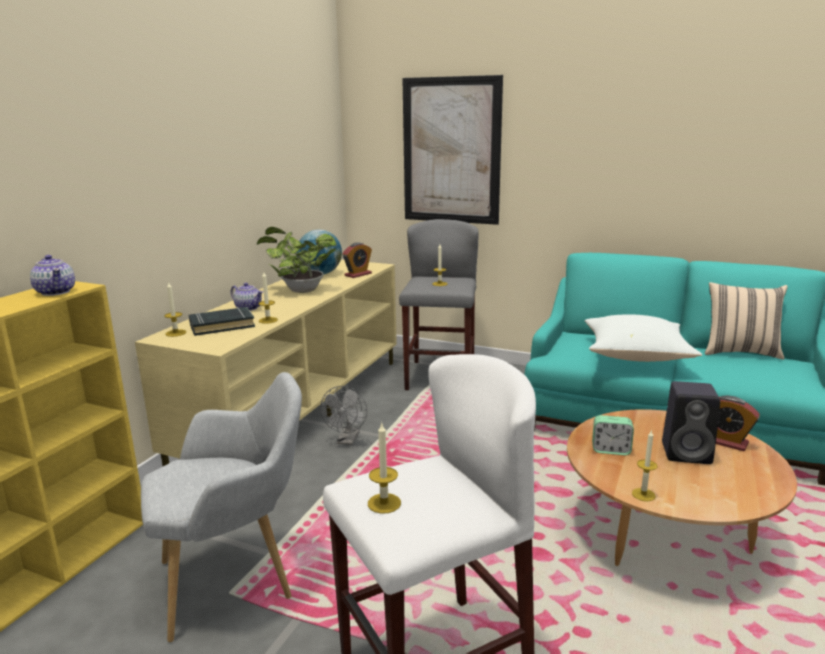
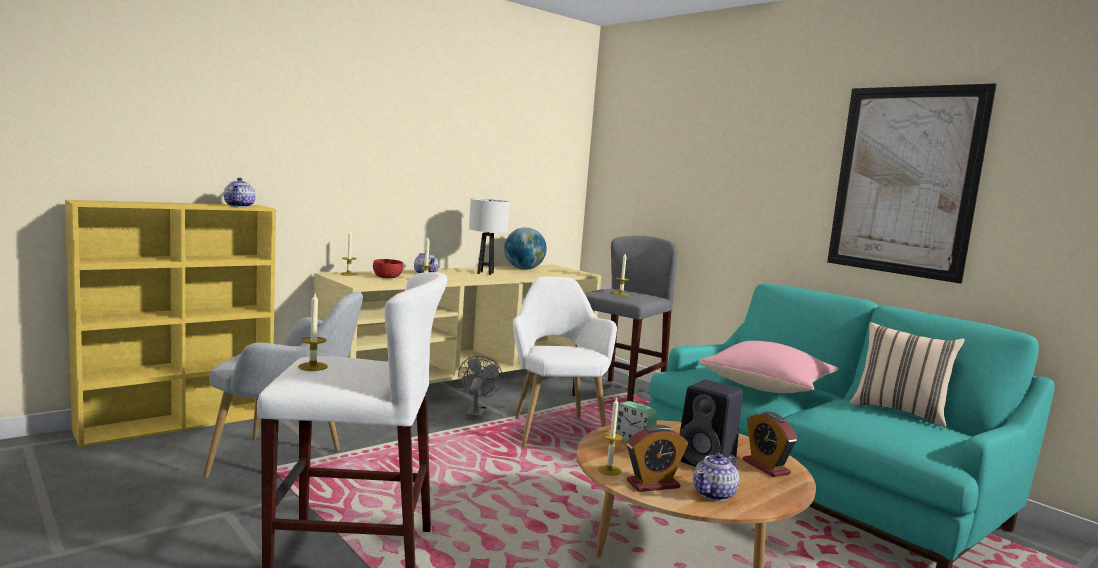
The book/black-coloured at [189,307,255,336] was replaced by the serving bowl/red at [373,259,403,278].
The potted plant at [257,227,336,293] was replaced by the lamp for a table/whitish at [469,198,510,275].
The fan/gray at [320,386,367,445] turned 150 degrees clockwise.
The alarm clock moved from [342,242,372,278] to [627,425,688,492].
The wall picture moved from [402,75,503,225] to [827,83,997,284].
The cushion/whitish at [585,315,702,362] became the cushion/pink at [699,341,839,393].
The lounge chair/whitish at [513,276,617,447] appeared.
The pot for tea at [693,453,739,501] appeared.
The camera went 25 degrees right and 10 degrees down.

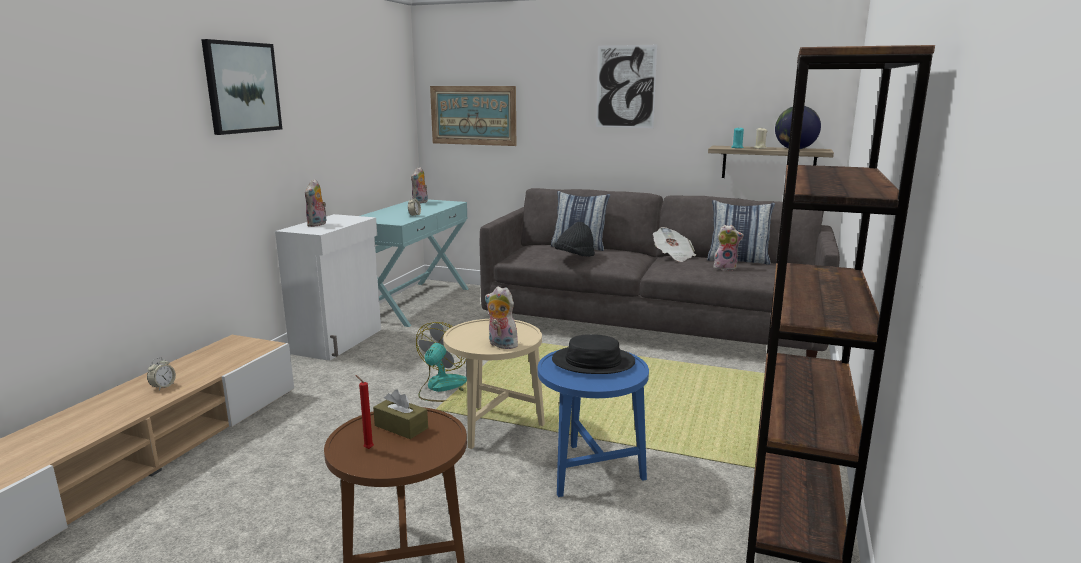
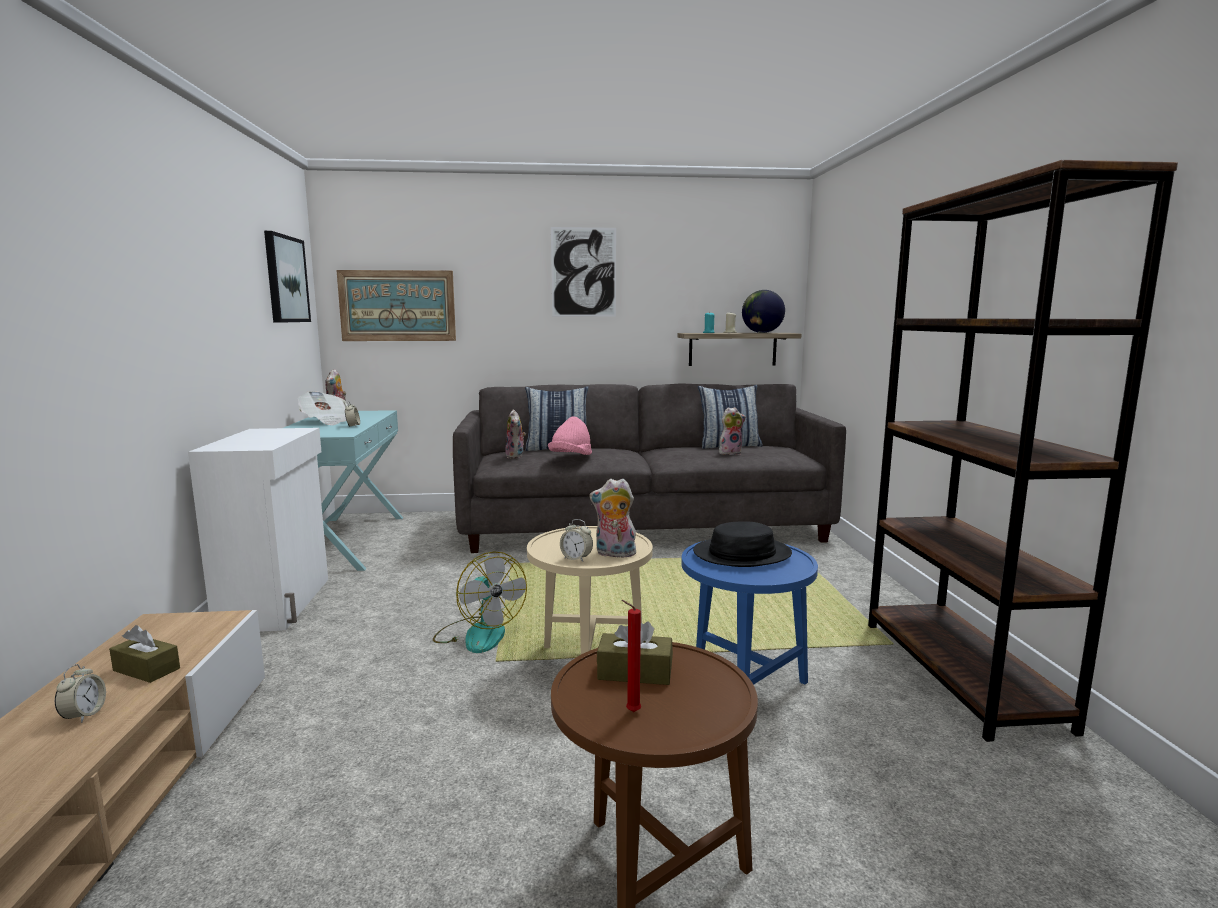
The wall picture moved from [201,39,282,135] to [264,231,311,323].
The cuddly toy moved from [305,179,326,227] to [505,410,526,459].
The fan at [416,322,467,402] turned 150 degrees clockwise.
The hat/black-coloured at [554,222,595,257] became the hat/pink at [548,416,592,455].
The newspaper moved from [653,227,696,262] to [298,391,348,425].
The tissue holder/brownish at [109,625,180,683] appeared.
The alarm clock at [560,519,593,562] appeared.
The camera went 25 degrees left and 5 degrees down.

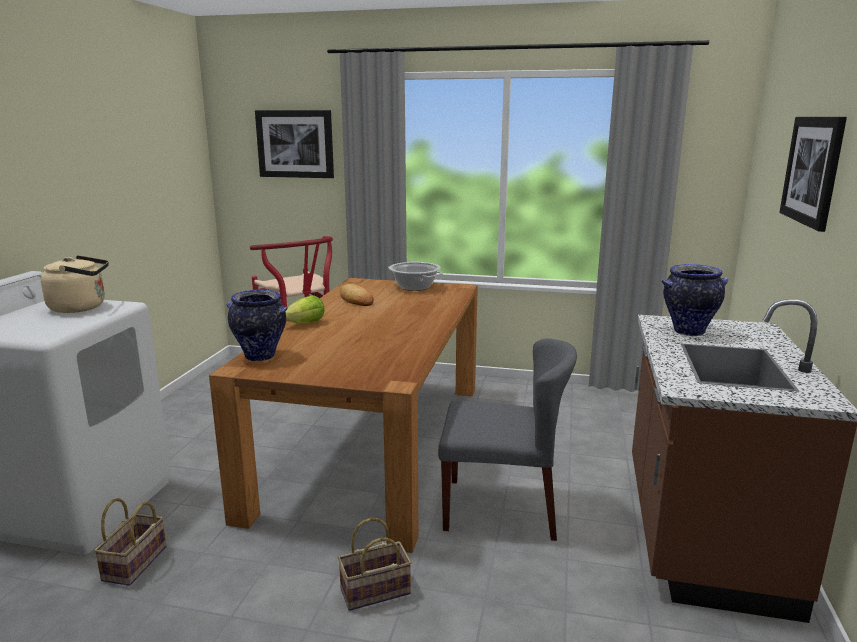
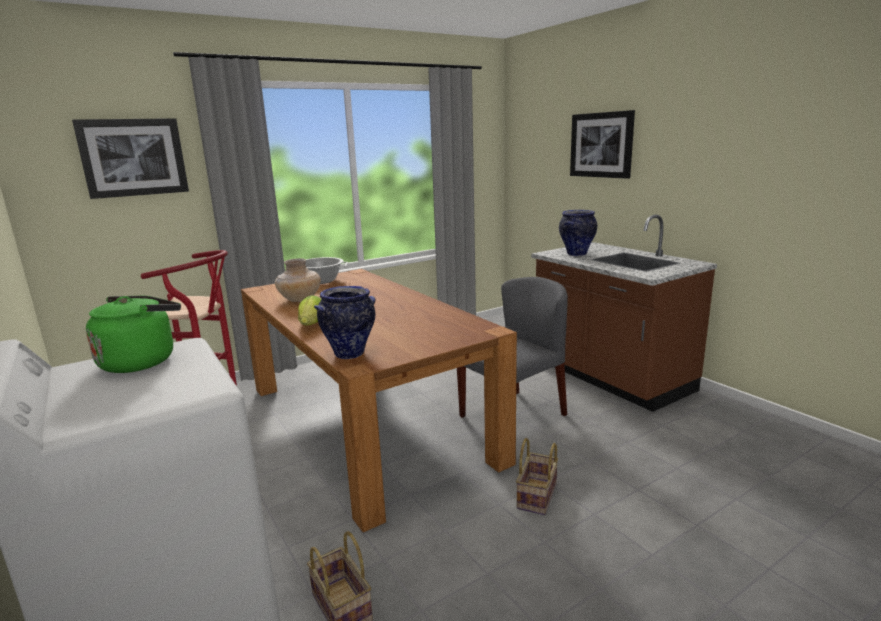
The kettle/beige-coloured at [41,255,109,313] became the kettle/green-coloured at [86,296,181,373].
The bread at [340,284,374,306] was replaced by the flower vase/beige-coloured at [275,258,321,302].
The camera went 45 degrees left and 0 degrees up.

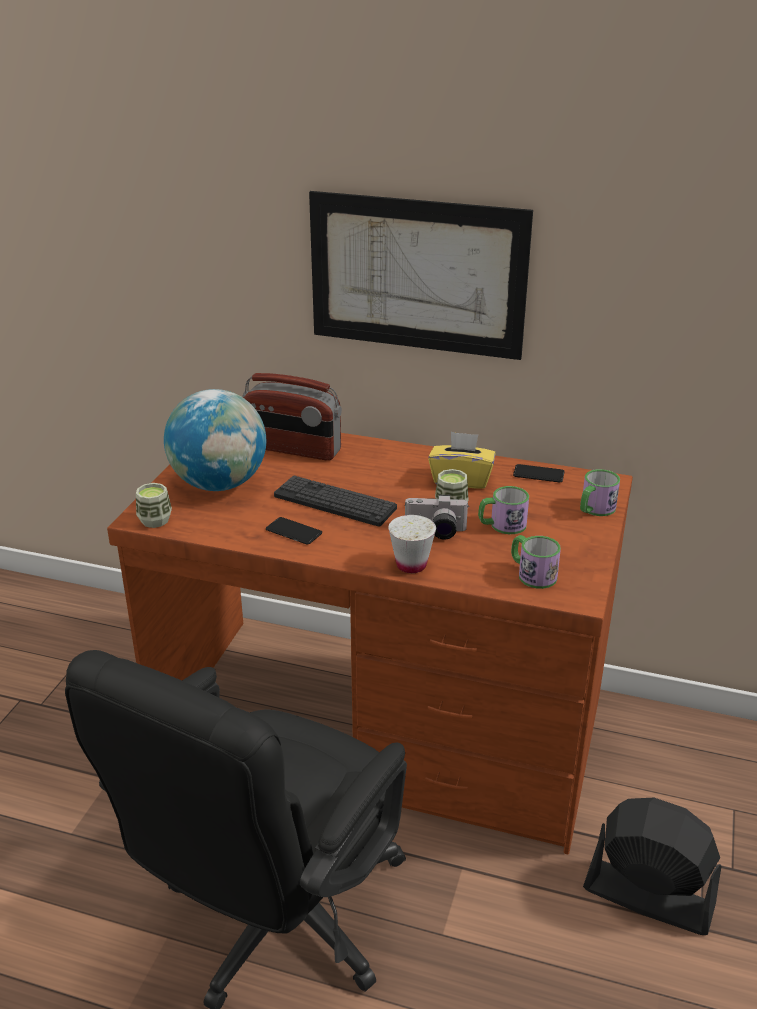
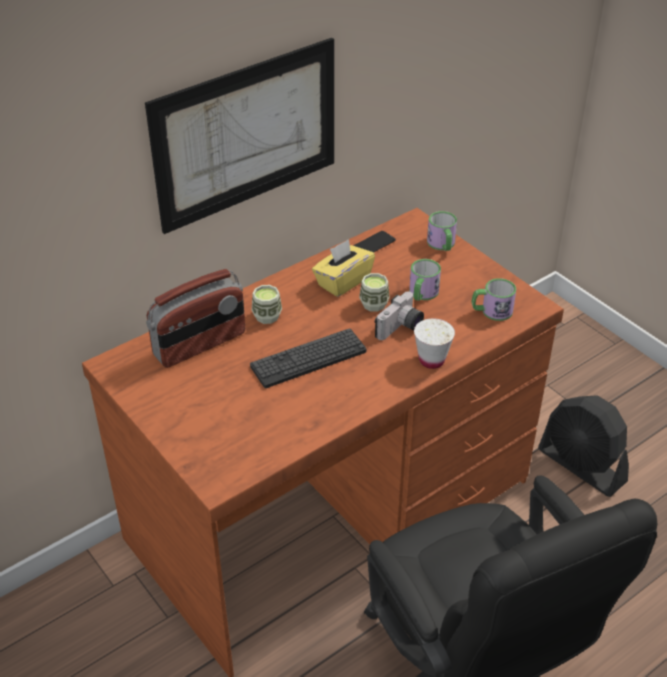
The small cup moved from [136,483,172,528] to [252,285,282,324].
The desk globe at [164,389,266,491] disappeared.
The handset at [266,517,322,545] disappeared.
The fan/black-coloured at [583,798,722,935] turned 105 degrees counterclockwise.
The camera went 55 degrees left and 10 degrees up.

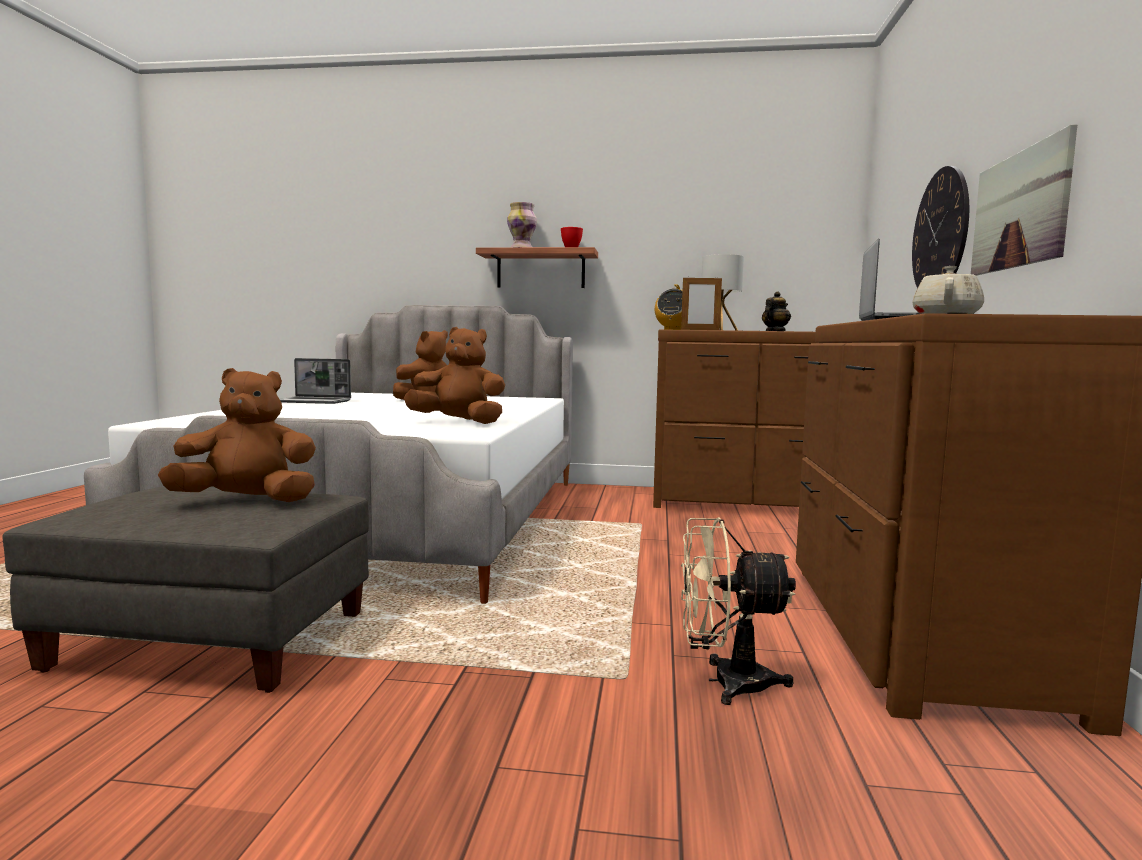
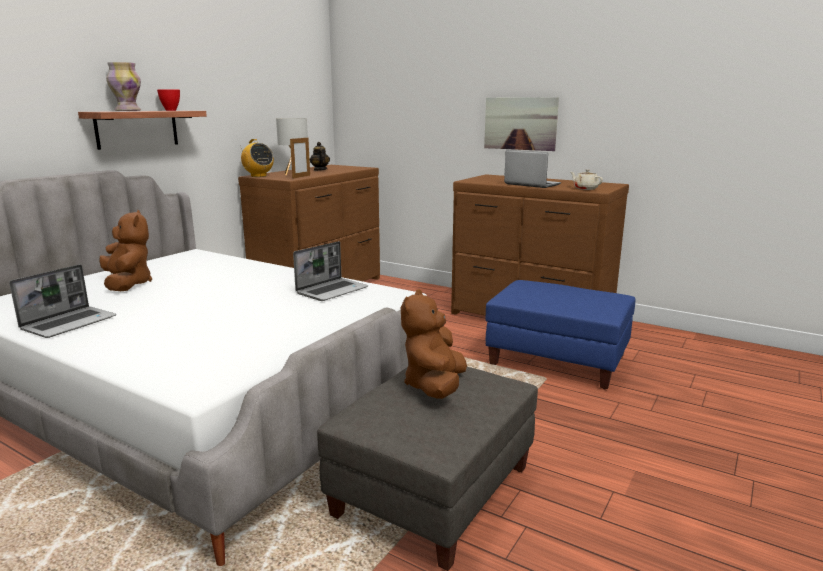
The cuddly toy/brownish at [404,327,505,424] was replaced by the portable computer at [293,241,368,301].
The fan/beige-coloured at [681,517,796,705] was replaced by the footrest/bluish at [485,280,636,389].
The clock on the wall at [912,166,969,288] disappeared.
The camera went 65 degrees left and 10 degrees up.

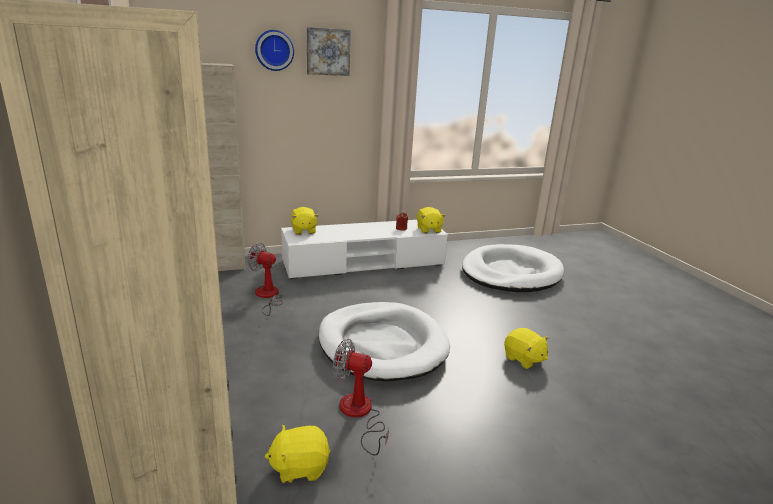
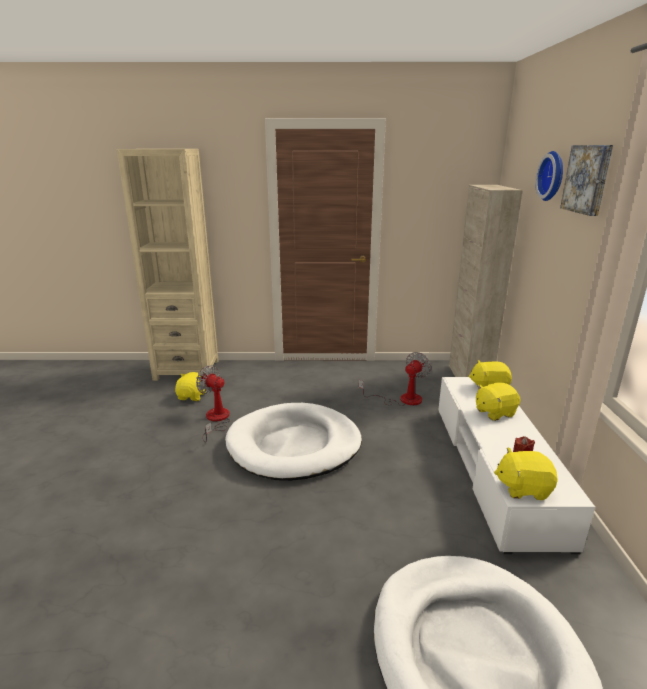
The fan at [333,339,389,456] turned 90 degrees counterclockwise.
The cuddly toy/yellow-coloured moved from [504,328,548,369] to [476,382,521,421].
The camera went 110 degrees right and 0 degrees up.

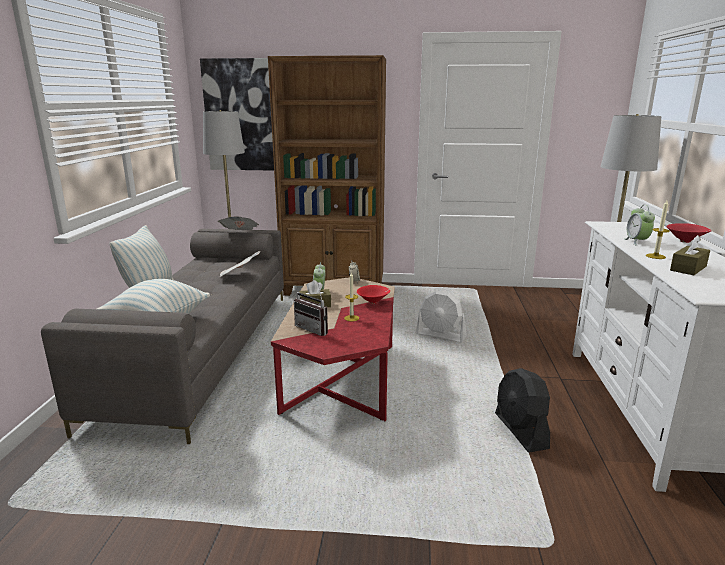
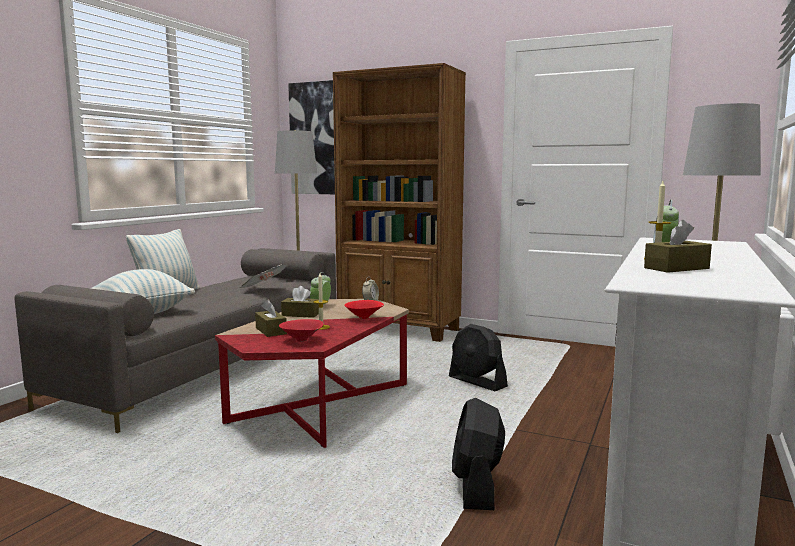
The newspaper at [217,216,259,230] disappeared.
The radio receiver at [294,282,328,336] was replaced by the tissue holder/brownish at [255,299,287,337].
The fan/whitish at [416,291,467,343] became the fan/black-coloured at [449,324,508,391].
The serving bowl/red moved from [666,223,711,243] to [279,319,324,342].
The camera went 20 degrees right and 10 degrees down.

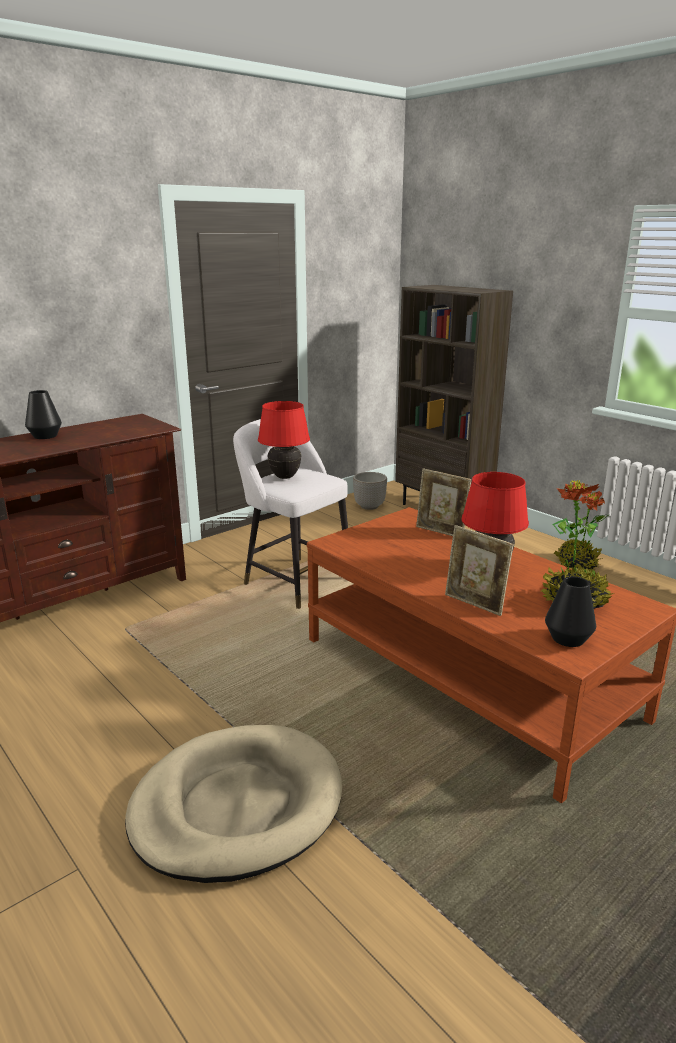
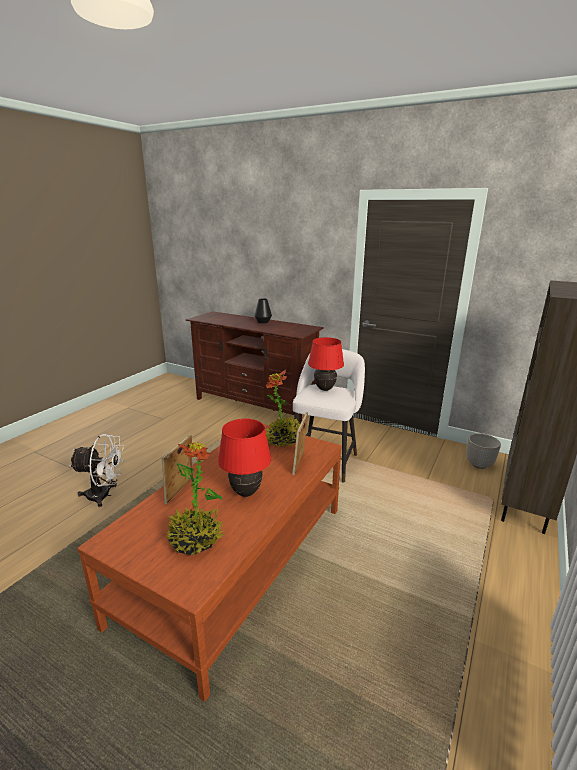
The pet bed/beige-coloured at [125,725,342,883] was replaced by the fan/whitish at [69,434,124,507].
The flower vase/black-coloured at [545,576,596,647] disappeared.
The potted plant moved from [554,491,610,571] to [265,370,300,447].
The camera went 70 degrees right and 0 degrees up.

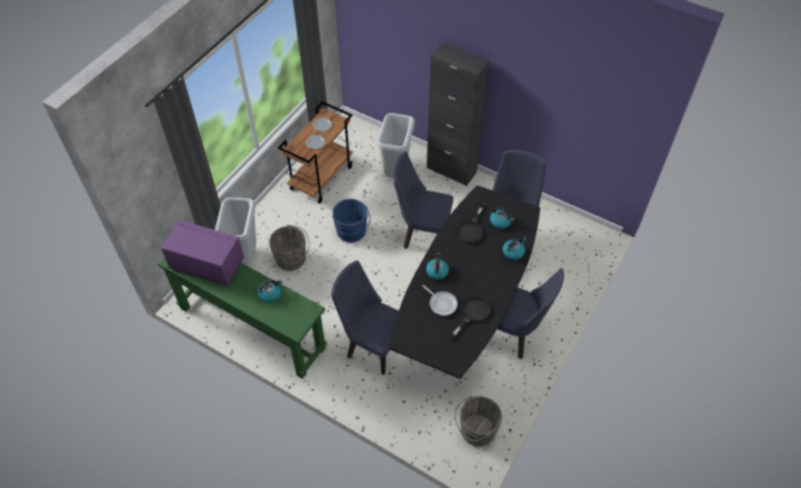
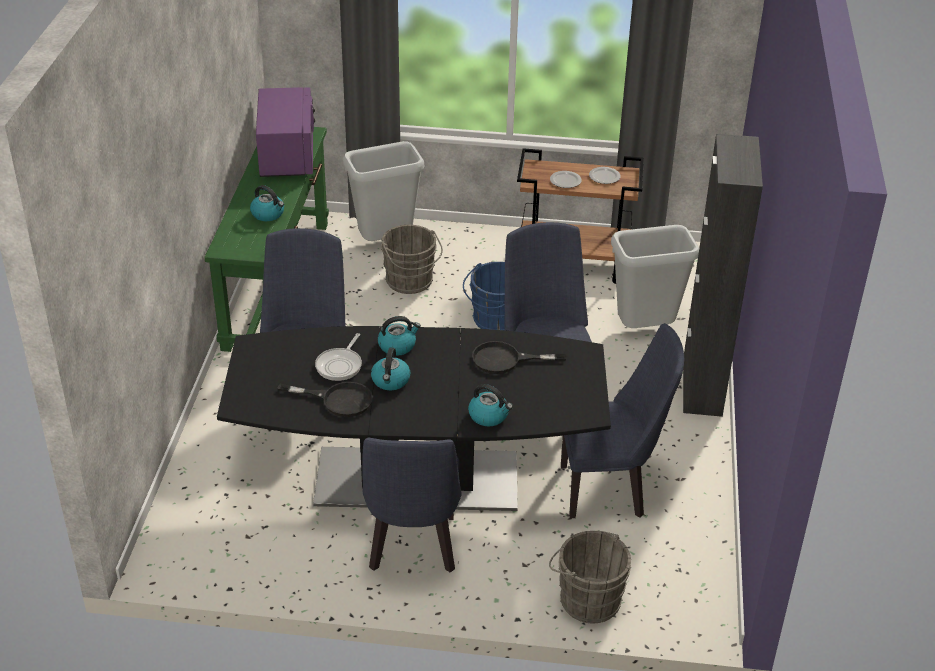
The water bucket/gray moved from [455,396,502,447] to [549,531,631,623].
The kettle moved from [490,207,515,229] to [371,347,410,390].
The camera went 65 degrees right and 15 degrees down.

